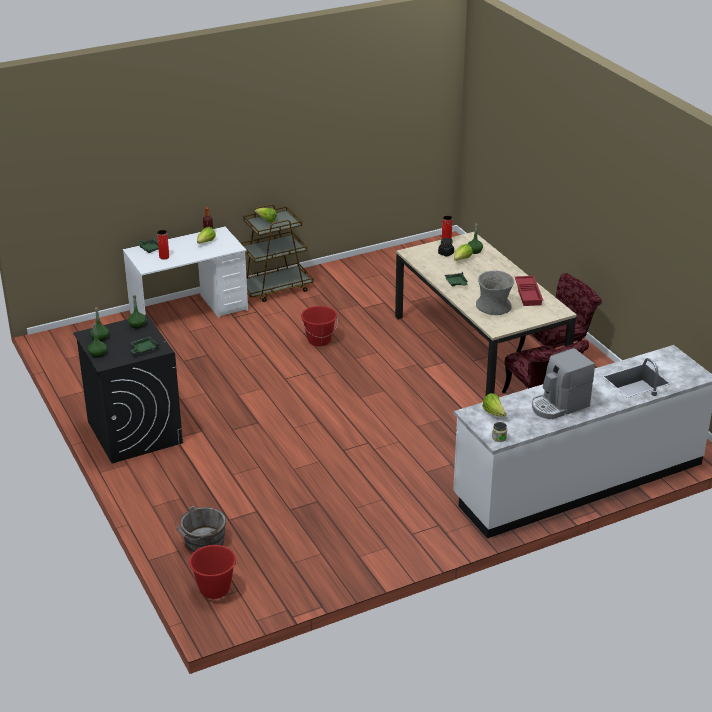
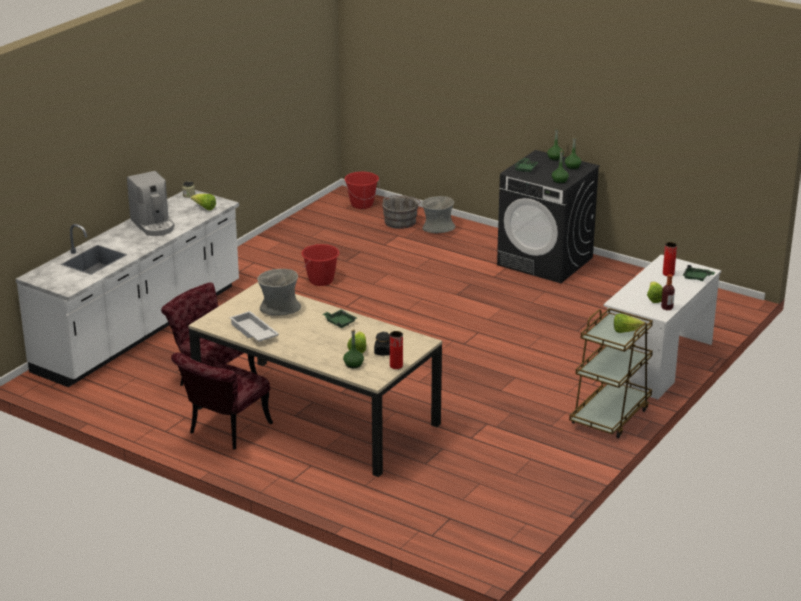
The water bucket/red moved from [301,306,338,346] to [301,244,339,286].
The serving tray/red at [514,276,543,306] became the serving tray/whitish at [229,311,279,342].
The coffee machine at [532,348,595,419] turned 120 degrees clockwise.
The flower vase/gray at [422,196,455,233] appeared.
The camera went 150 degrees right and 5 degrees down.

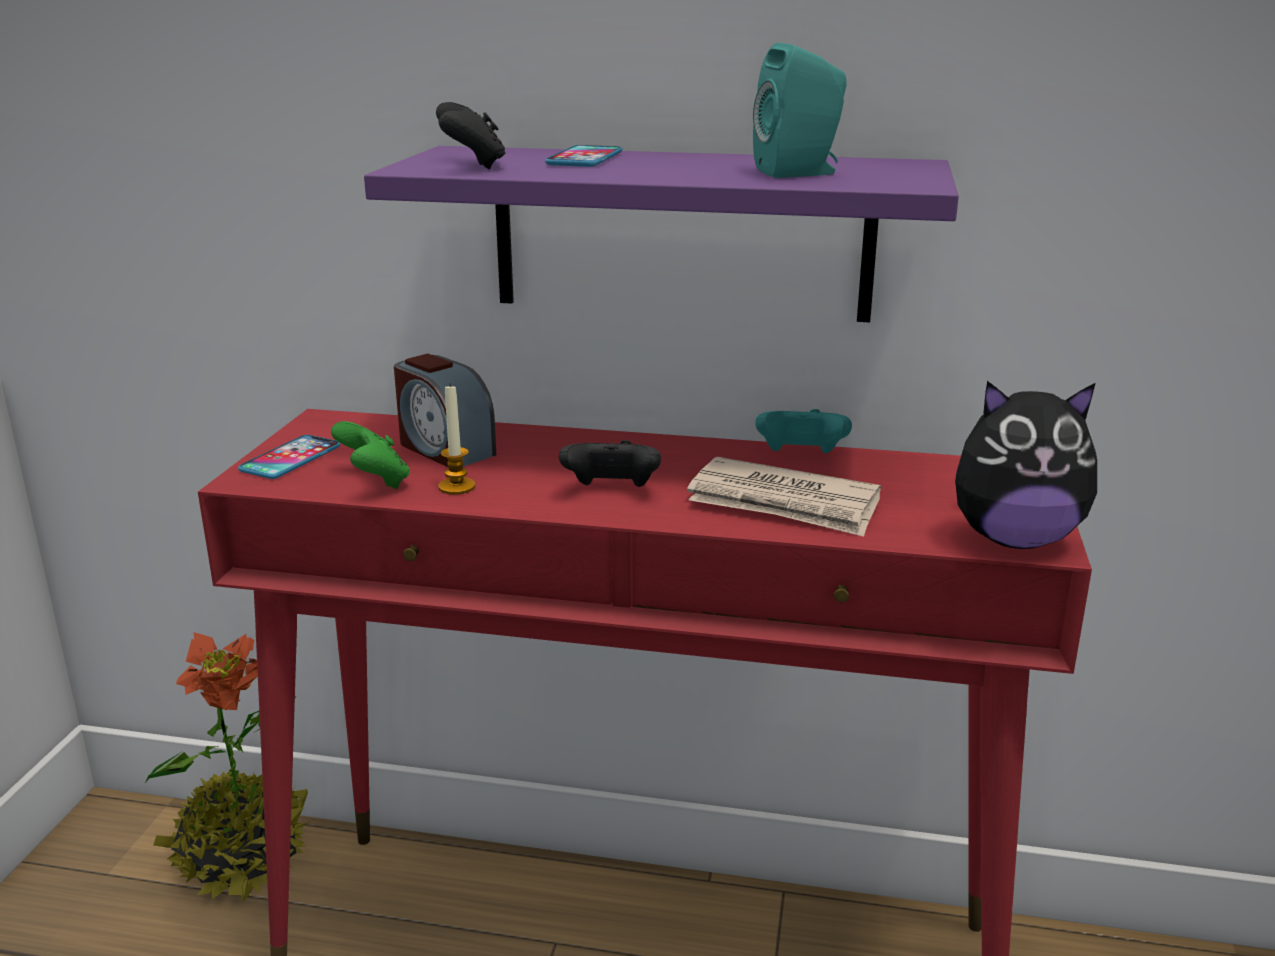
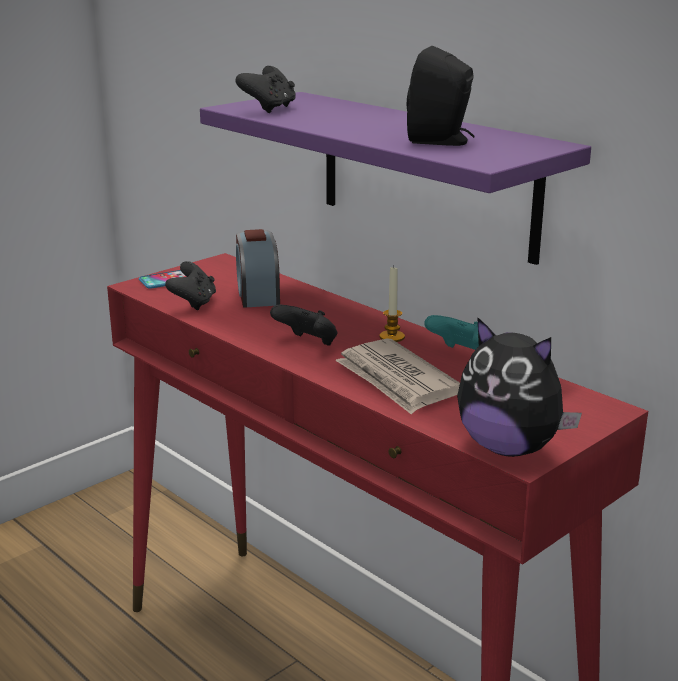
The potted plant at [144,632,315,903] disappeared.
The gamepad/green-coloured at [331,421,410,489] became the gamepad/black-coloured at [165,261,216,310].
The wax light moved from [438,384,476,495] to [379,266,405,342].
The handset at [545,145,622,167] disappeared.
The loudspeaker/turquoise at [753,43,847,178] became the loudspeaker/black-coloured at [407,46,475,146].
The camera went 35 degrees right and 0 degrees up.

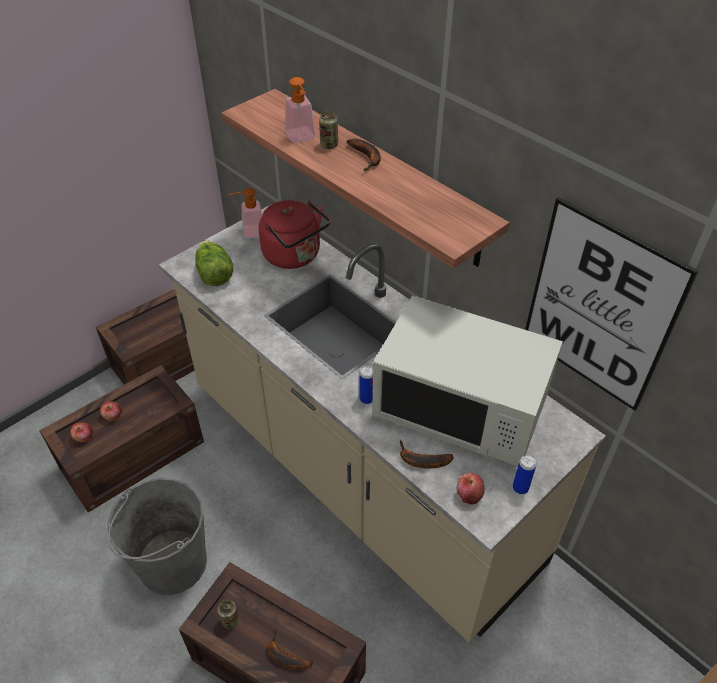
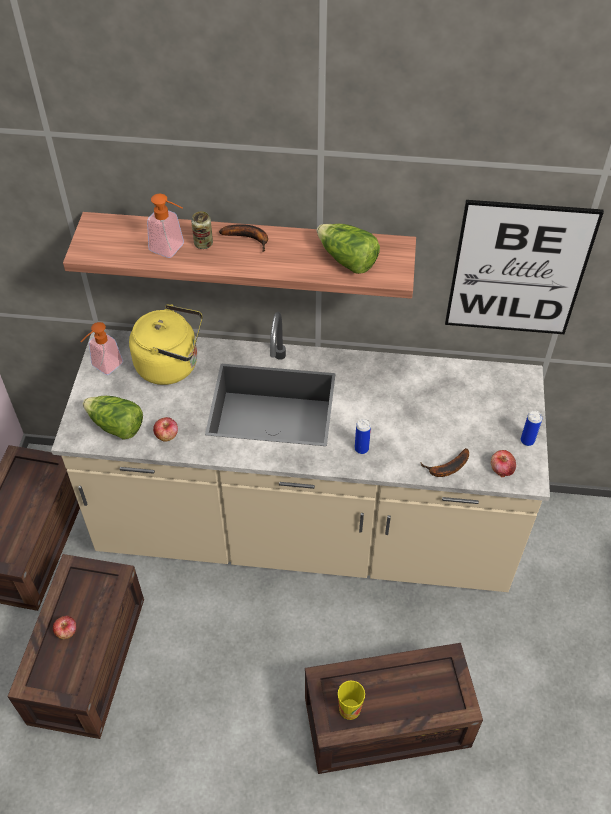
The whole apple moved from [70,422,93,442] to [153,417,178,442].
The water bucket/gray at [108,478,207,595] disappeared.
The sealed can at [218,599,239,629] was replaced by the small cup at [338,680,365,720].
The kettle/red at [259,200,330,269] became the kettle/yellow-coloured at [129,304,203,385].
The banana at [267,630,313,670] disappeared.
The microwave/whitish at [372,295,563,467] disappeared.
The lettuce at [317,224,380,274] appeared.
The camera went 40 degrees left and 5 degrees up.

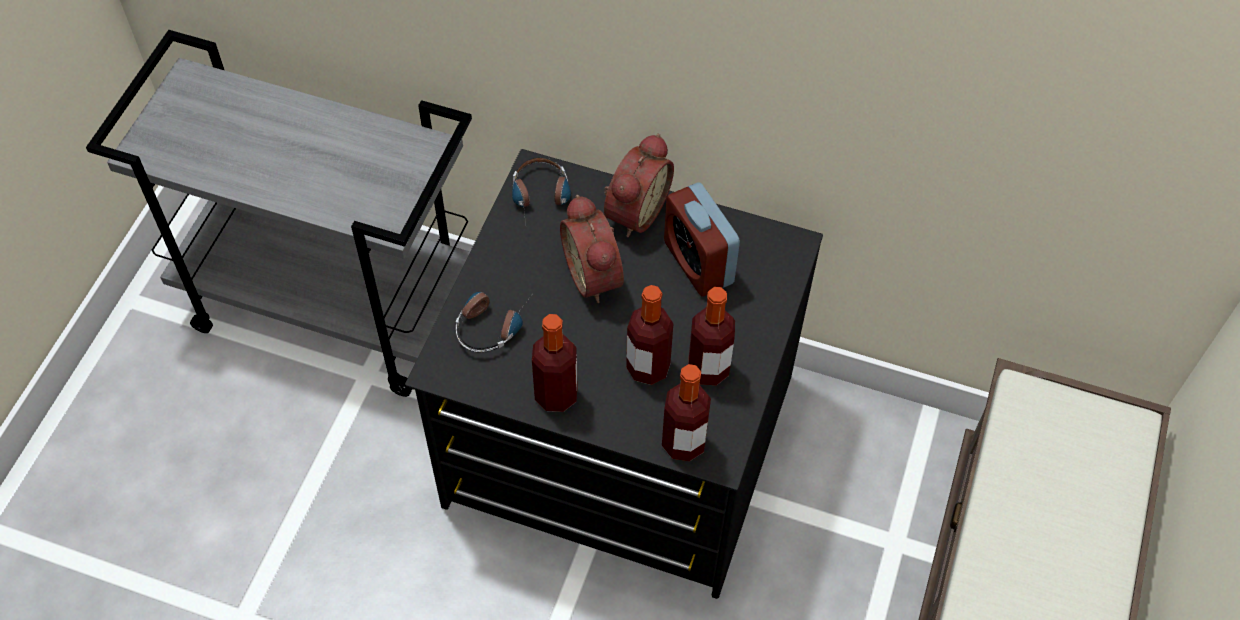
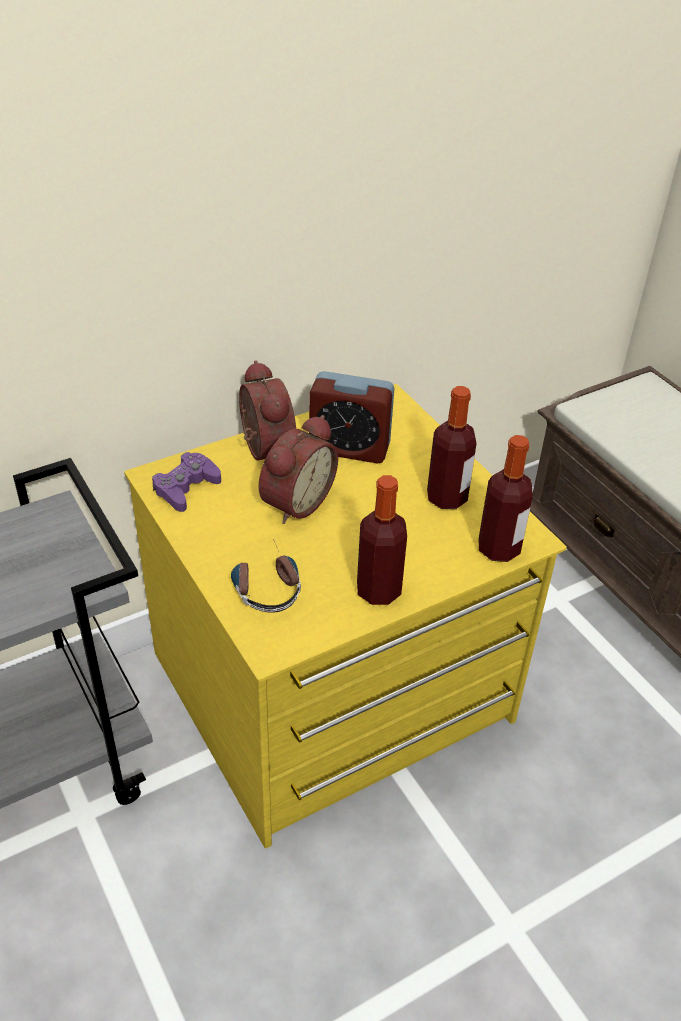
The drawer chest/black-coloured at [405,149,823,599] became the drawer chest/yellow-coloured at [124,384,567,848].
The headphones at [512,157,571,223] was replaced by the gamepad/purple-coloured at [152,452,221,512].
The alarm clock at [560,195,624,303] turned 75 degrees counterclockwise.
The beverage bottle at [626,285,673,385] disappeared.
The camera went 50 degrees left and 15 degrees down.

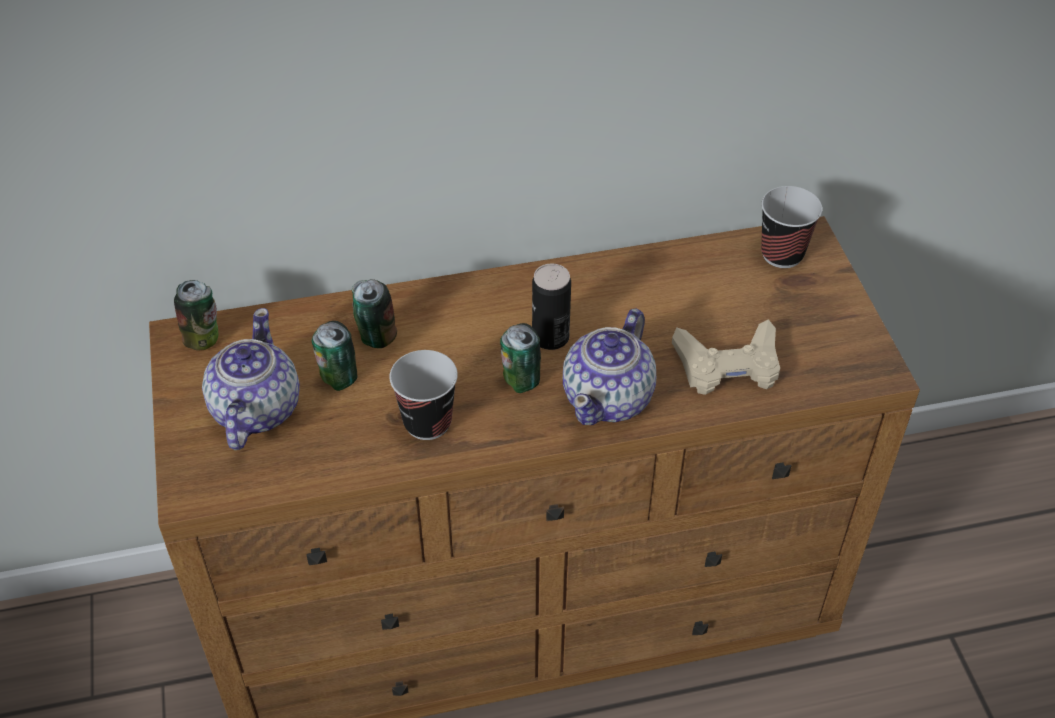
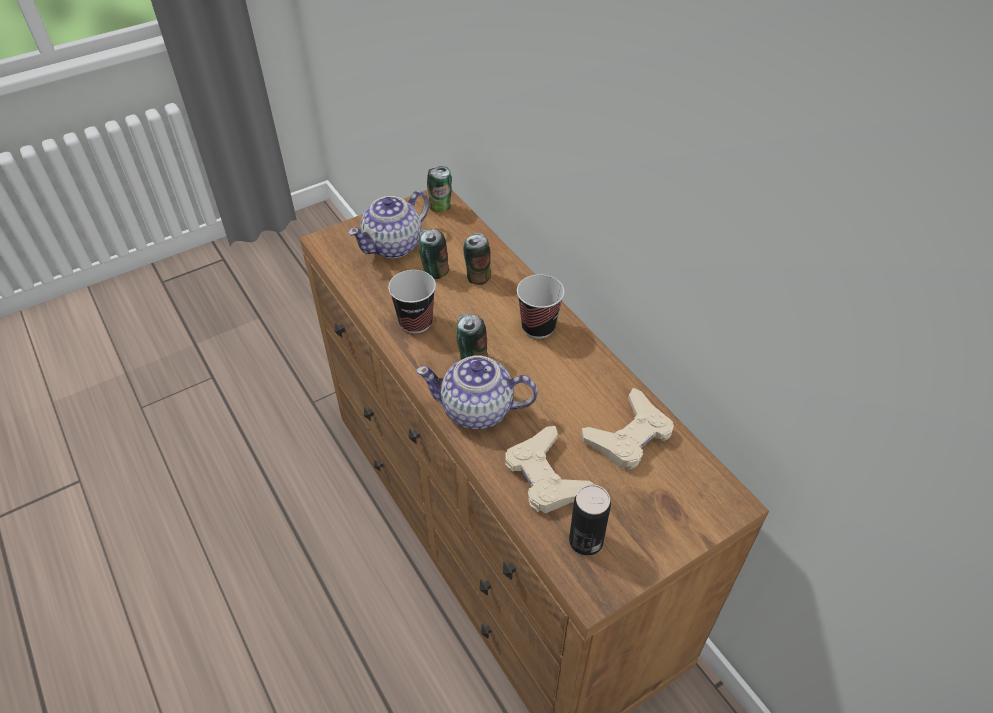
The pot for tea at [202,308,300,450] turned 150 degrees clockwise.
The sealed can moved from [532,264,571,350] to [569,484,611,556].
The small cup moved from [761,186,822,268] to [517,274,564,339].
The gamepad/beige-coloured at [581,388,674,470] appeared.
The camera went 70 degrees right and 0 degrees up.

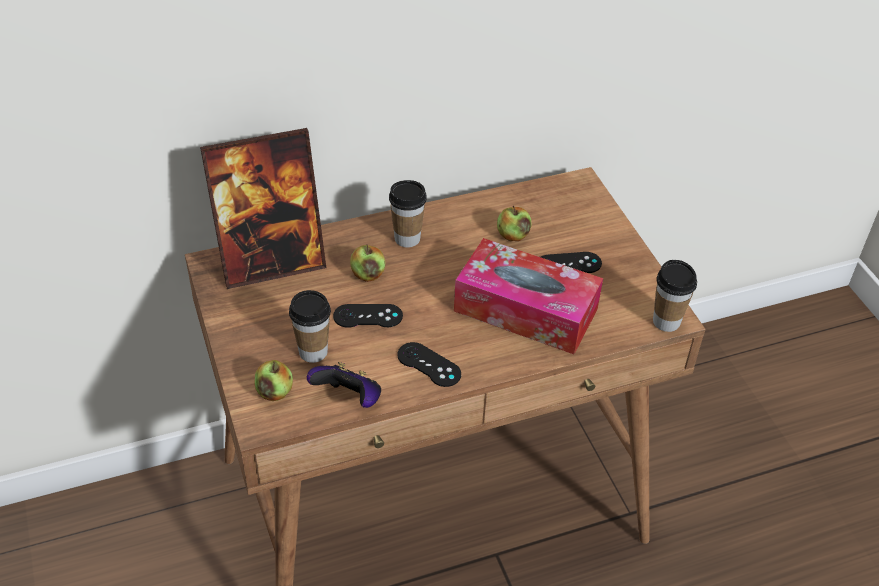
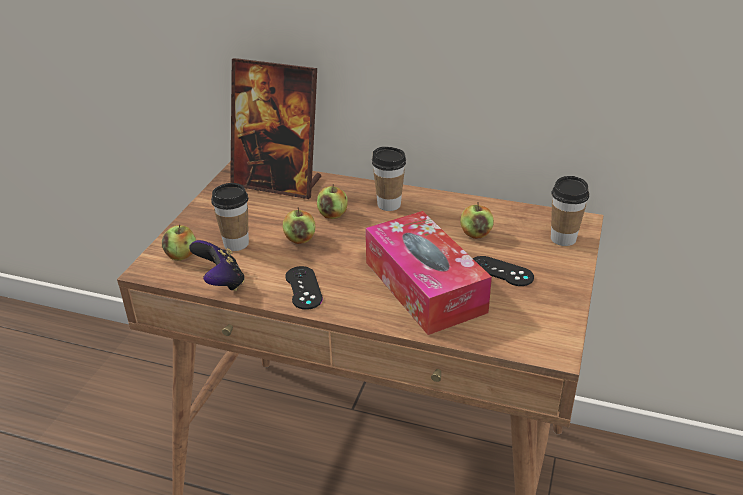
The gamepad/black-coloured at [333,304,403,328] was replaced by the whole apple at [283,207,315,244].
The small cup moved from [653,260,697,332] to [551,176,589,246].
The camera went 40 degrees right and 10 degrees down.

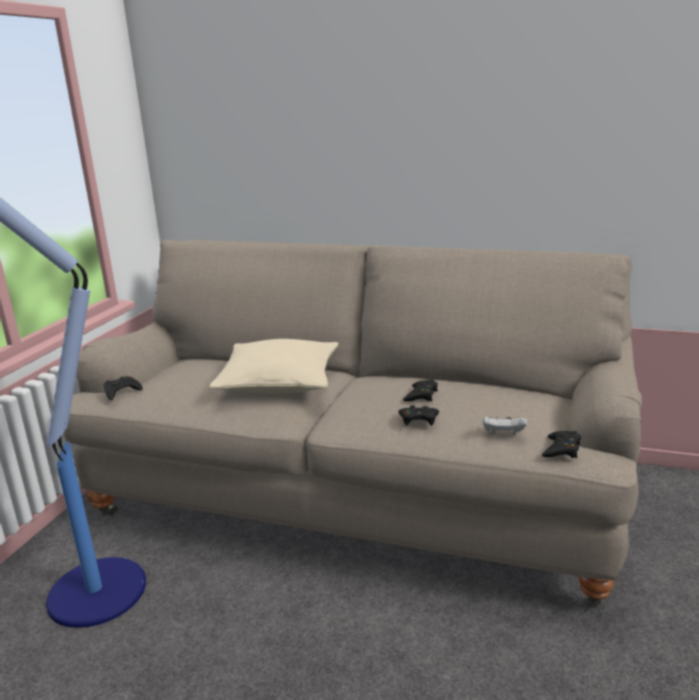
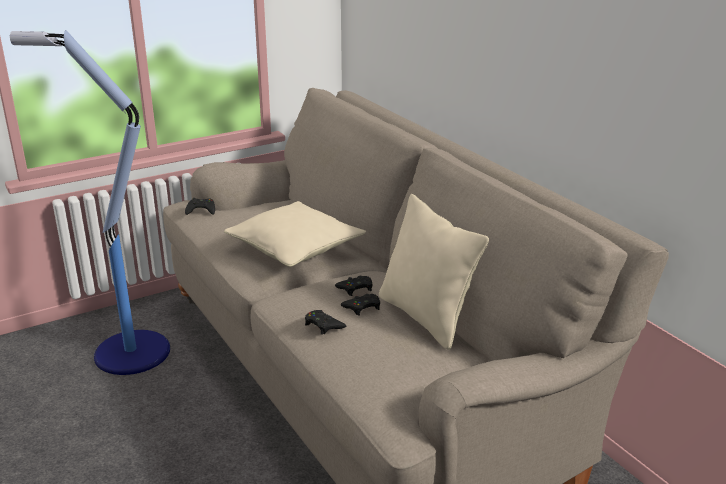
The gamepad/whitish at [482,417,527,435] disappeared.
The gamepad/black-coloured moved from [542,431,581,458] to [335,276,372,296].
The cushion/beige-coloured at [379,194,489,350] appeared.
The camera went 40 degrees right and 5 degrees up.

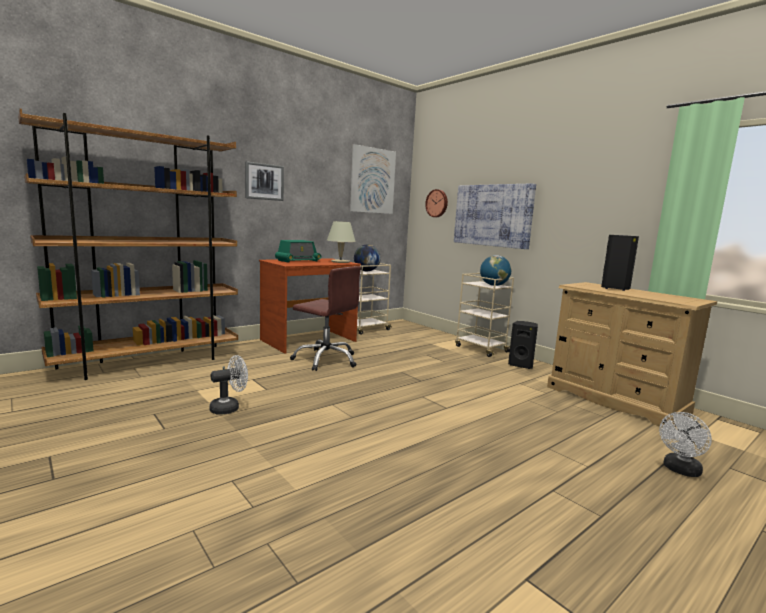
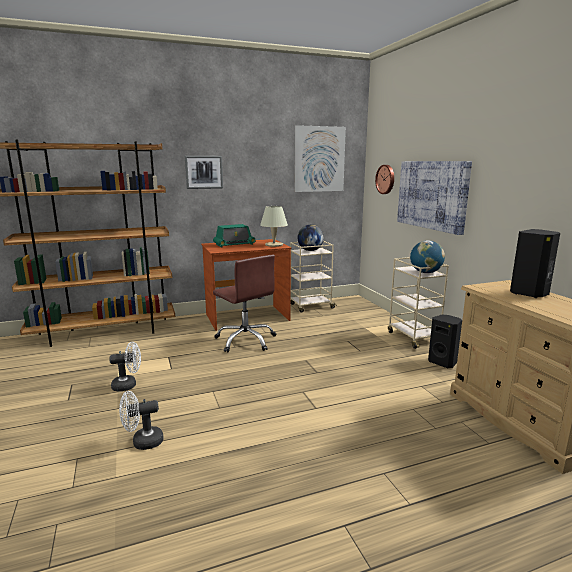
The fan/whitish moved from [659,412,712,477] to [119,391,164,450].
The camera went 20 degrees right and 5 degrees up.

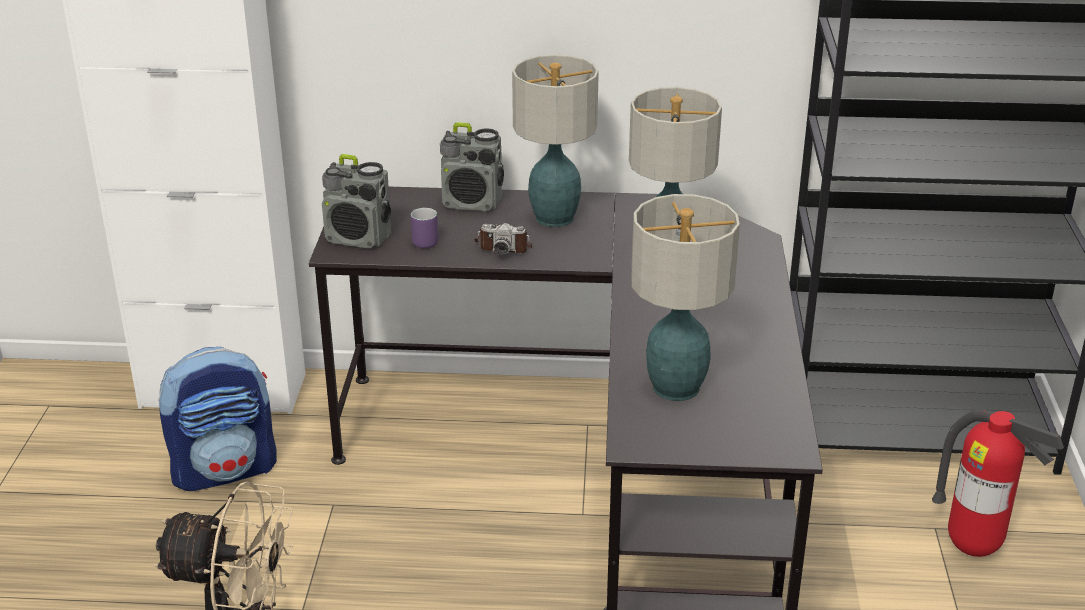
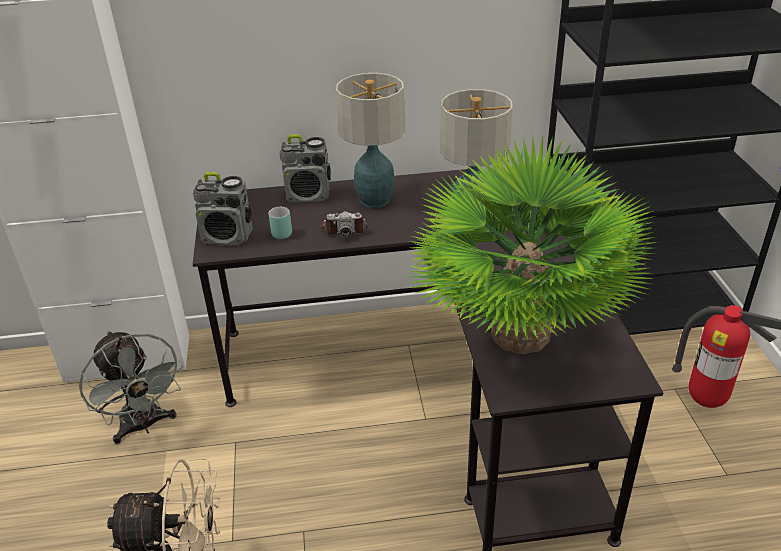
The rucksack at [158,347,277,491] was replaced by the fan/gray at [79,331,183,444].
The coffee mug/purple-coloured at [411,208,438,248] became the coffee mug/turquoise at [269,207,292,239].
The lamp for a table at [631,194,740,401] was replaced by the potted plant at [408,136,658,354].
The camera went 10 degrees left and 5 degrees up.

